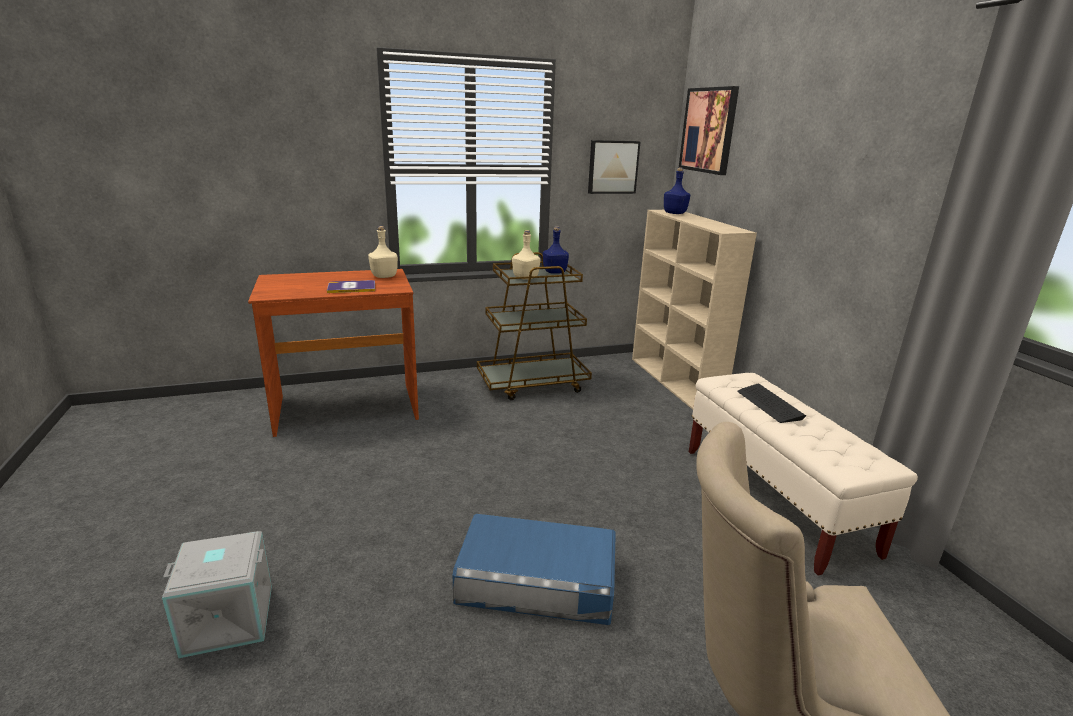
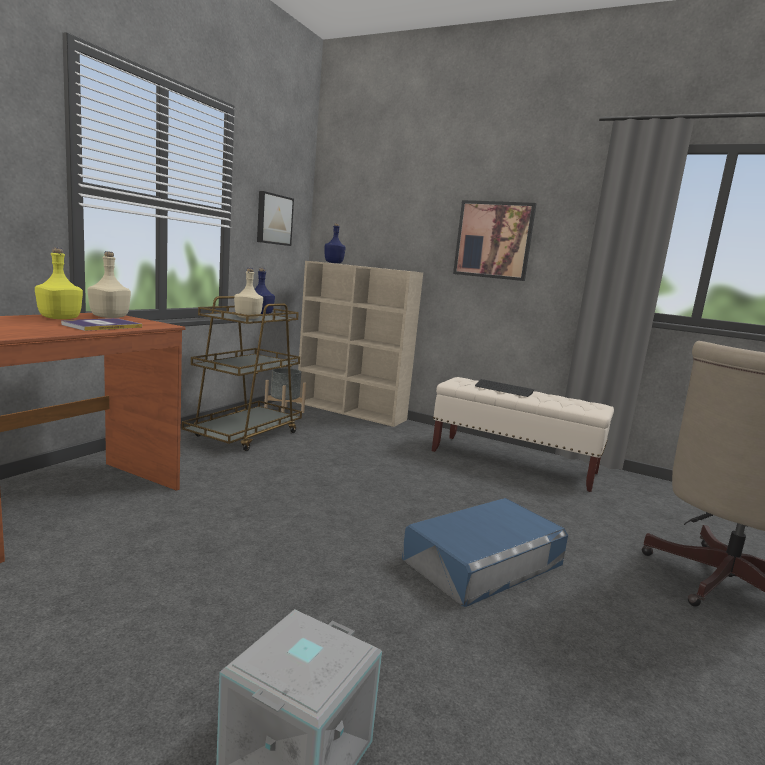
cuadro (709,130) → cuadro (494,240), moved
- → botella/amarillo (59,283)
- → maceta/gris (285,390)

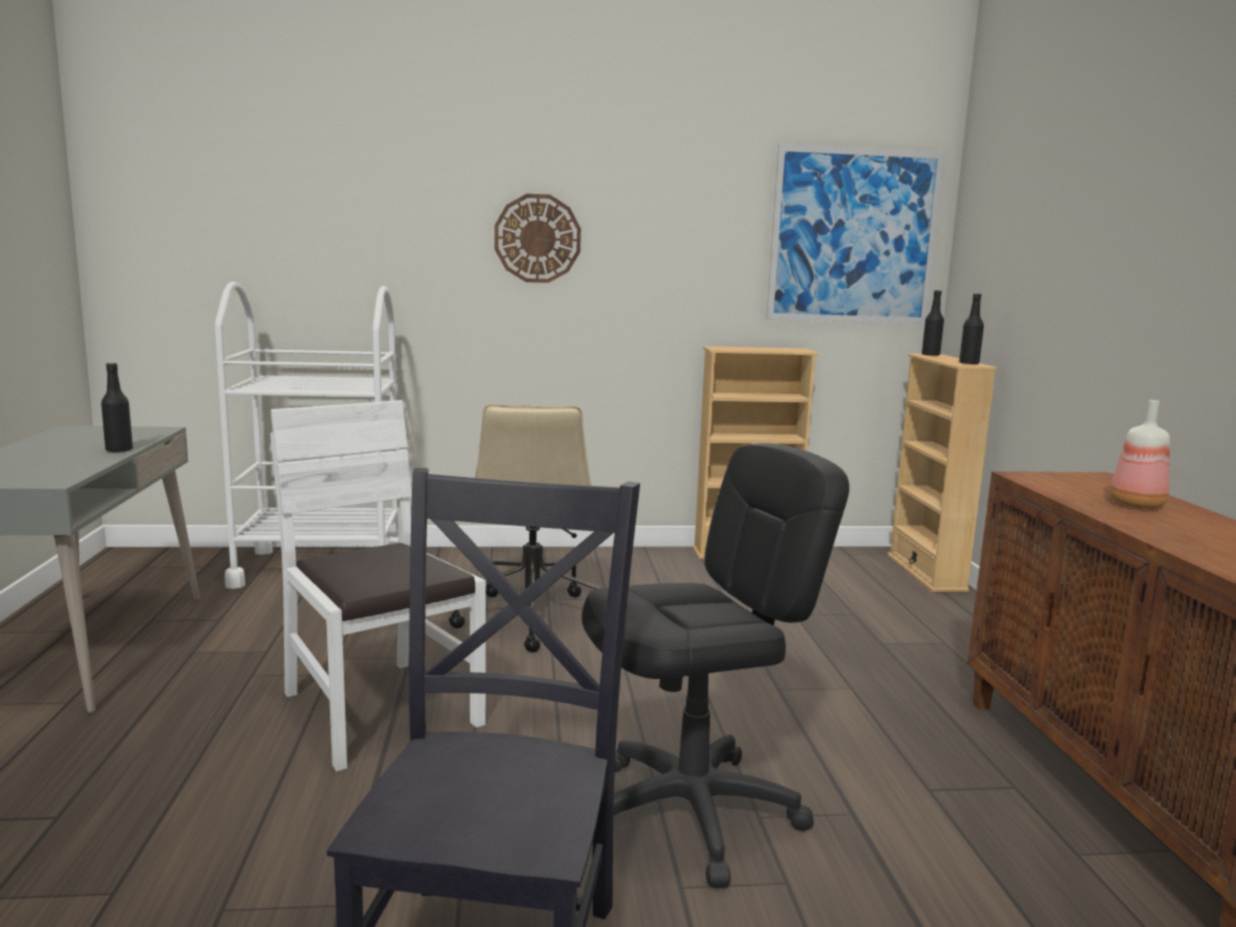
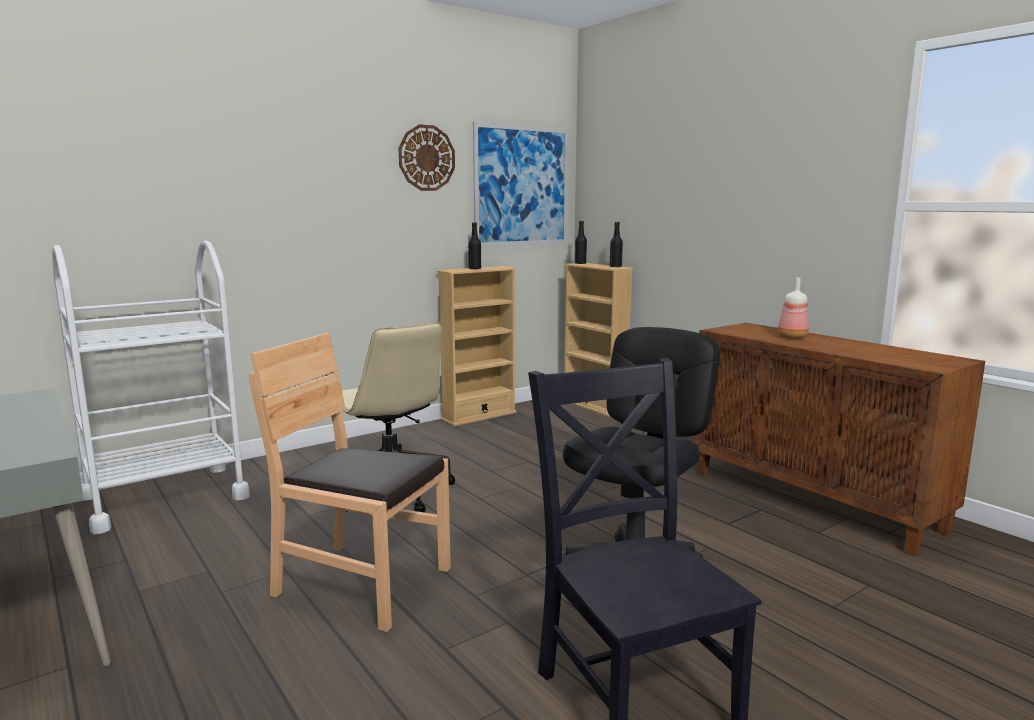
reloj de pared (537,238) → reloj de pared (427,157), moved
botella/negro (117,407) → botella/negro (474,245), moved
silla/blanco (378,586) → silla/marrón (350,482)

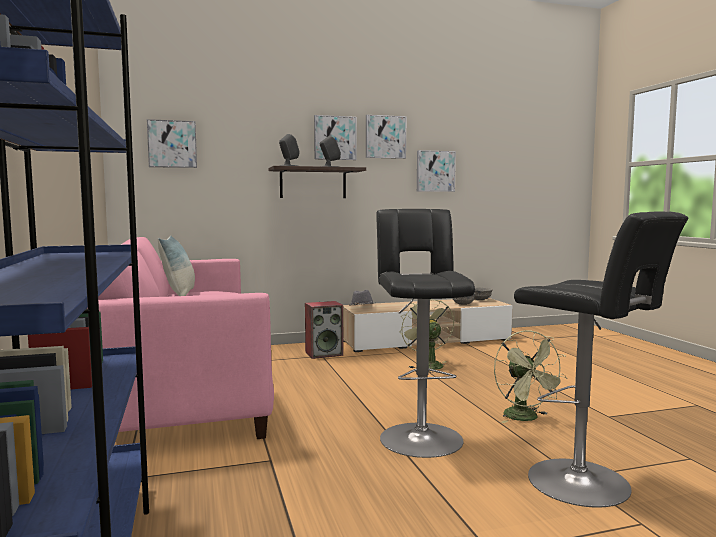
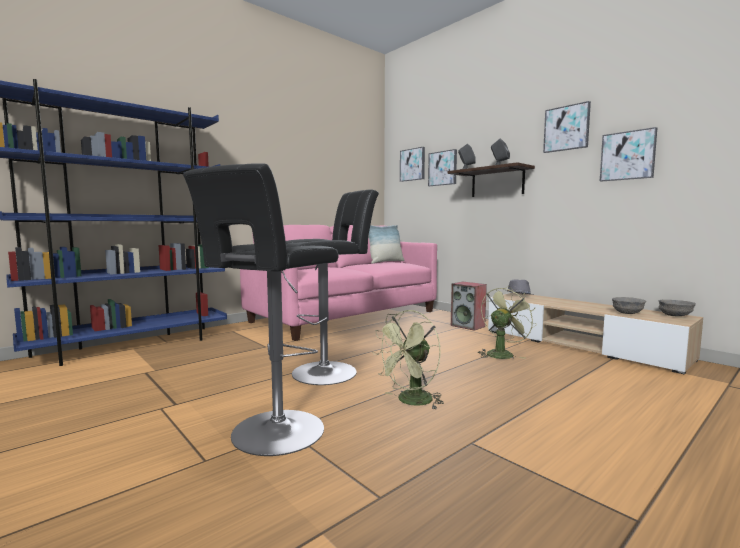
cuadro (335,137) → cuadro (442,167), moved

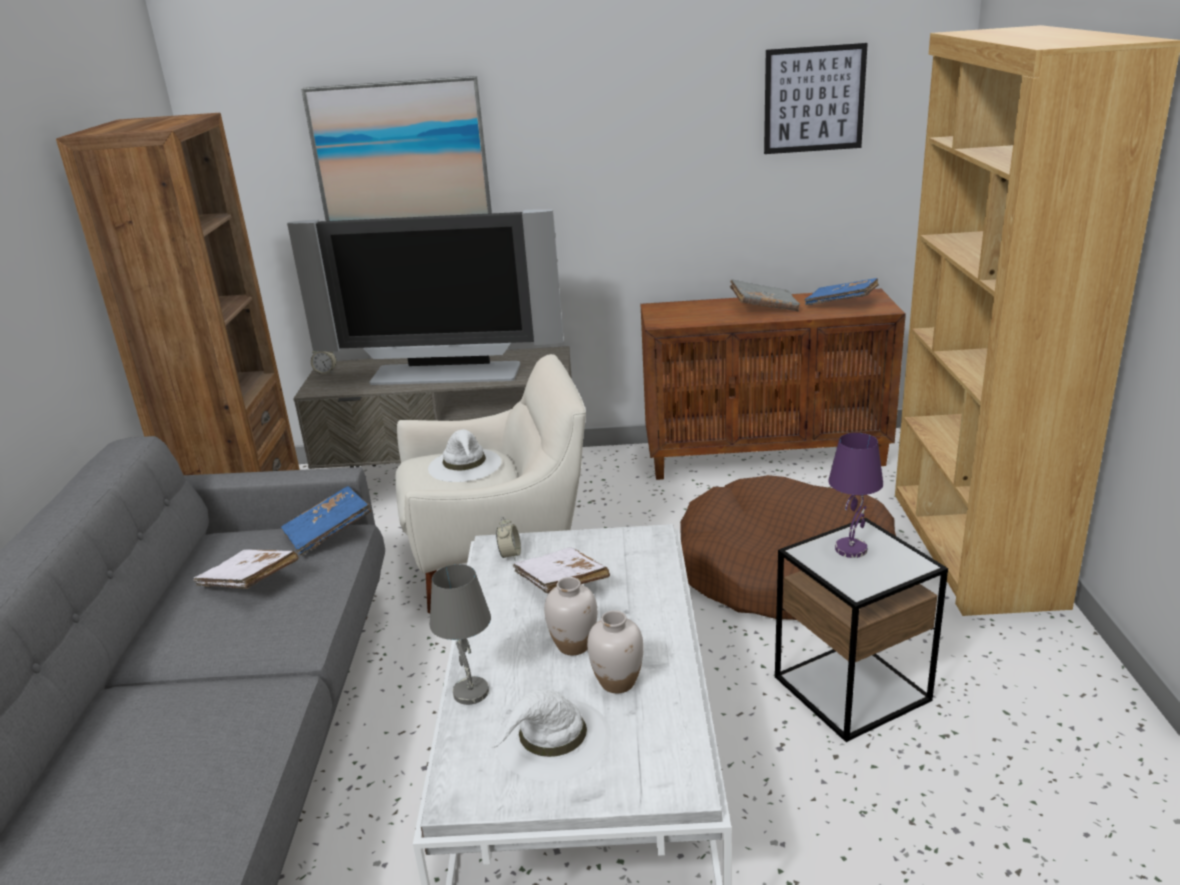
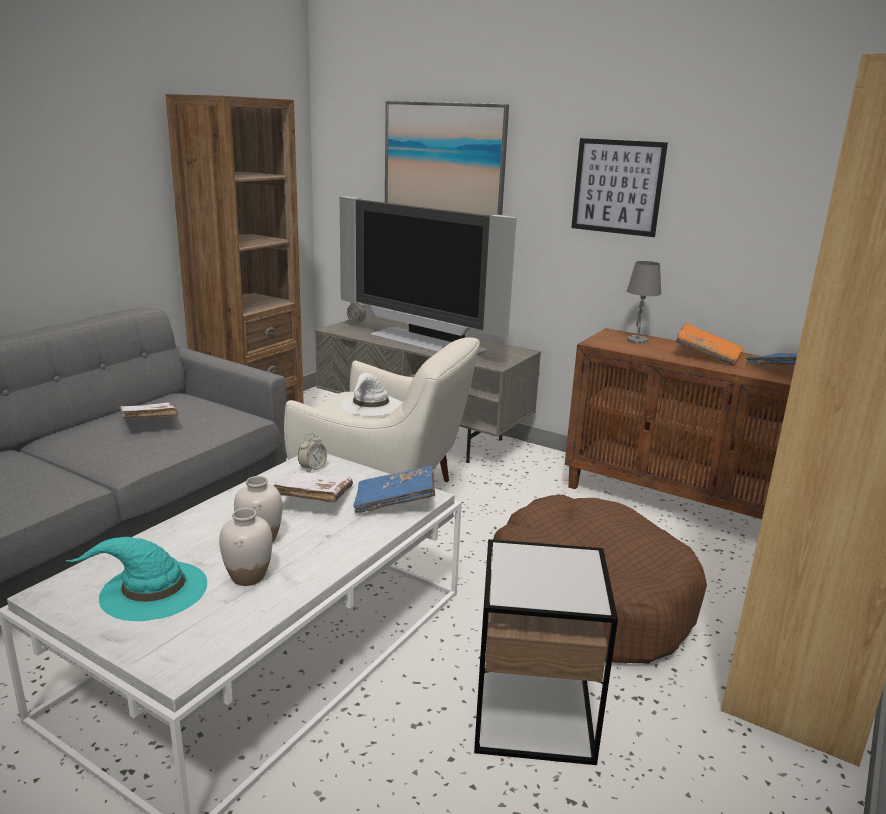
cuadro (816,98) → cuadro (619,187), moved
libro/gris (765,295) → libro/naranja (709,344)
lámpara de mesa/morado (855,495) → -
libro/azul (326,521) → libro/azul (394,489), moved
lámpara de mesa/gris (460,634) → lámpara de mesa/gris (644,302), moved
sombrero/blanco (551,735) → sombrero/turquesa (136,579)

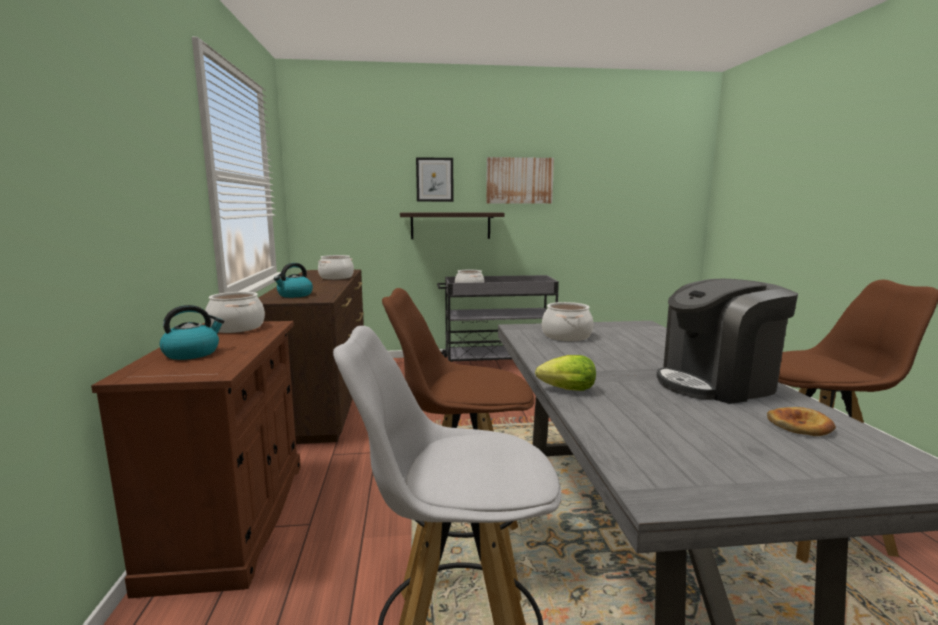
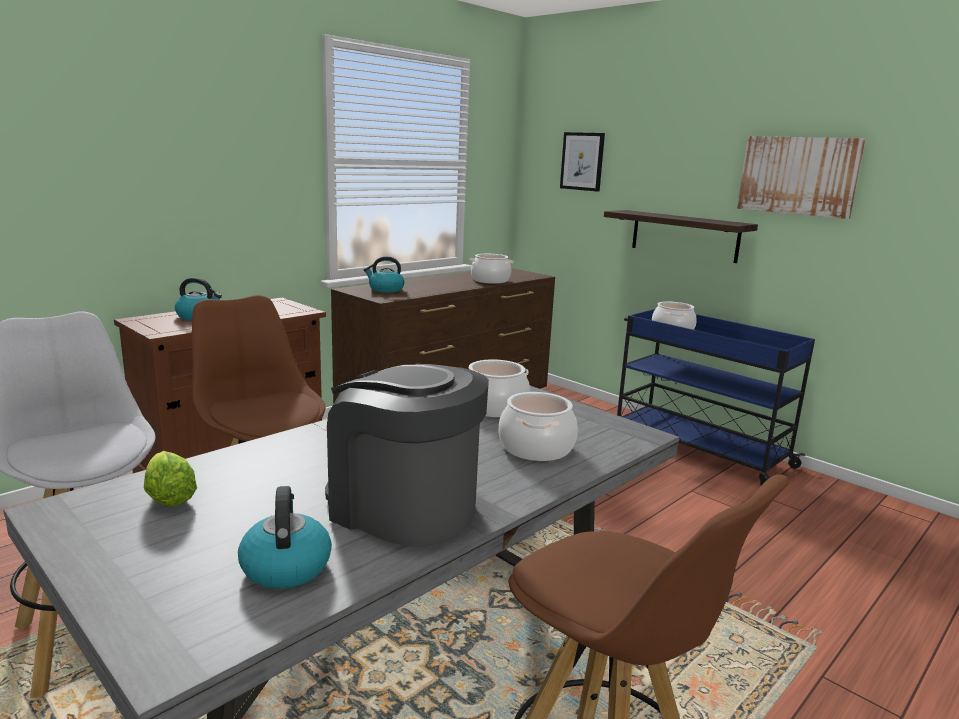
cuadro (435,179) → cuadro (582,162), moved
carrito/gris (498,318) → carrito/azul (716,397)
olla (235,312) → olla (538,426), moved
lechuga (565,373) → lechuga (170,478), moved
pan (801,421) → hervidor (285,537)

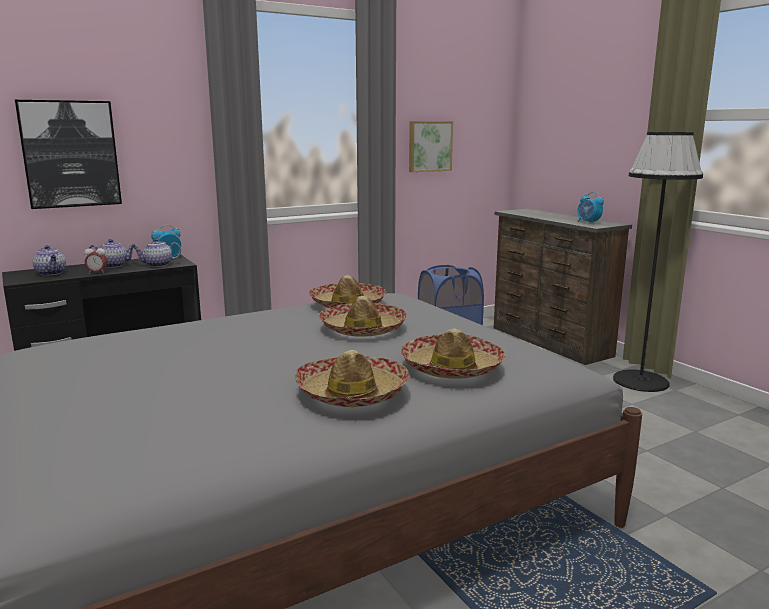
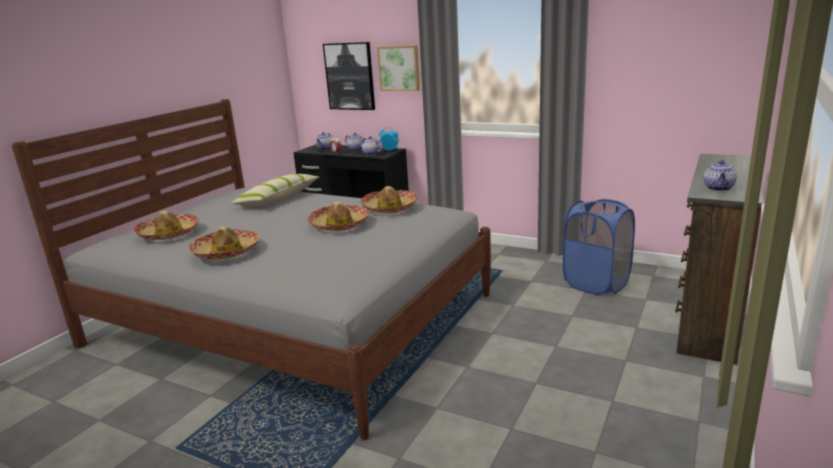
cuadro (431,146) → cuadro (398,68), moved
lámpara de pie/negro (658,262) → -
despertador (590,208) → tetera (720,175)
sombrero (453,353) → sombrero (166,225), moved
- → cojín (275,190)

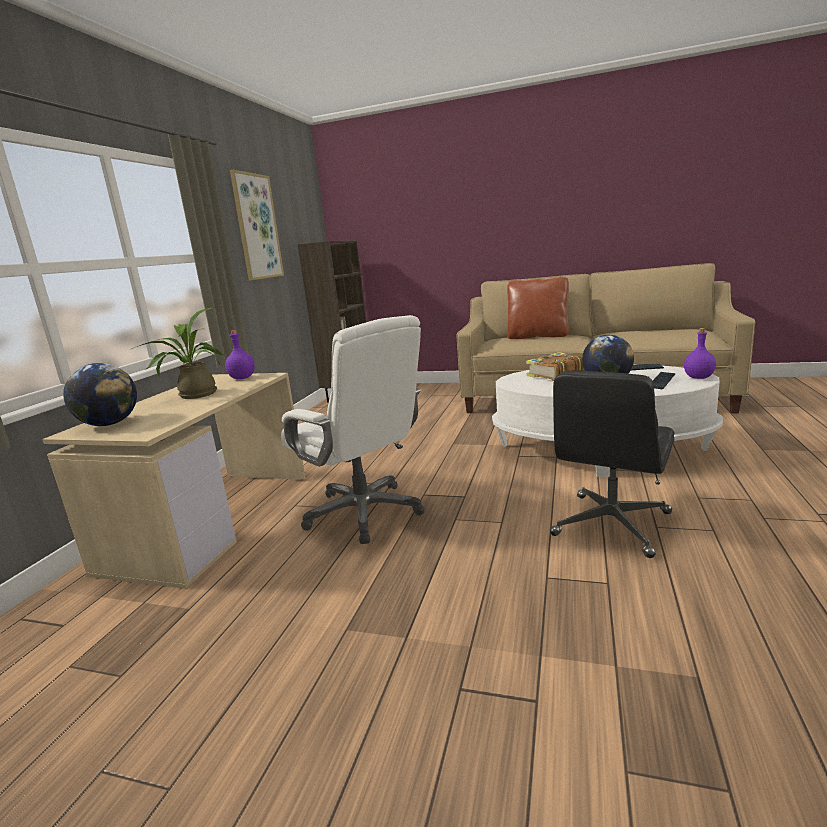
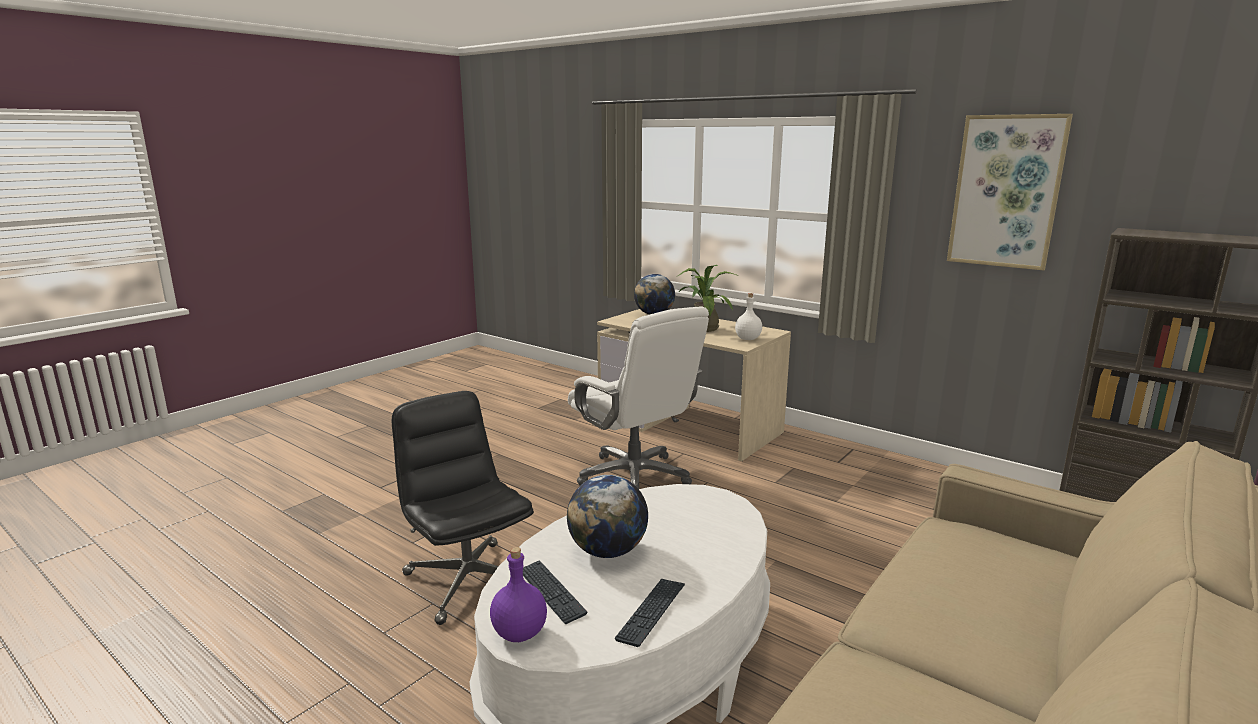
cojín/marrón (538,308) → -
silla de oficina/blanco (353,429) → silla de oficina/blanco (638,398), 105 degrees counterclockwise
botella/morado (240,354) → botella/blanco (748,316)
libro (555,366) → -

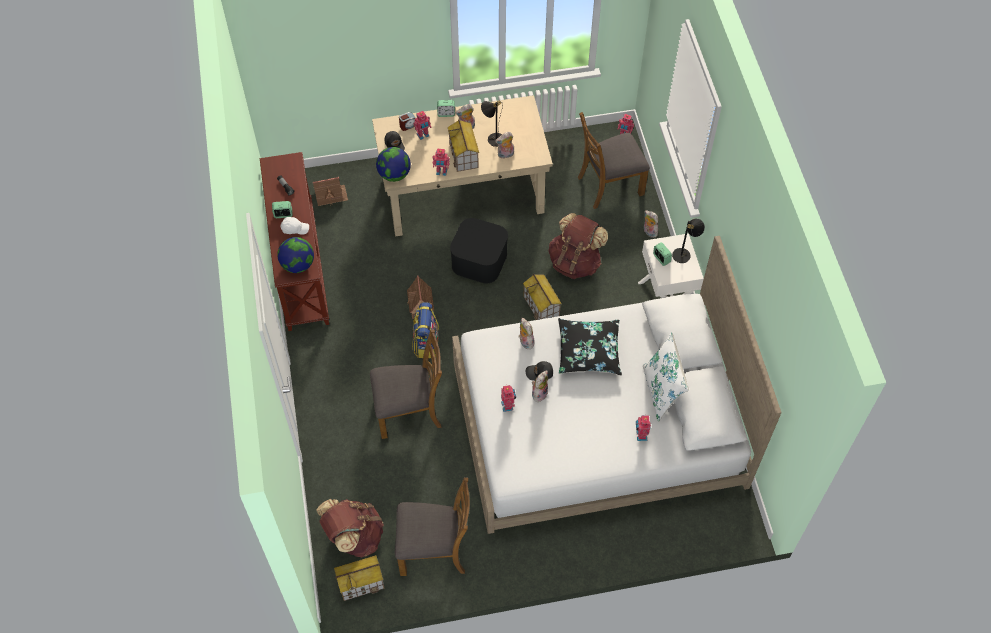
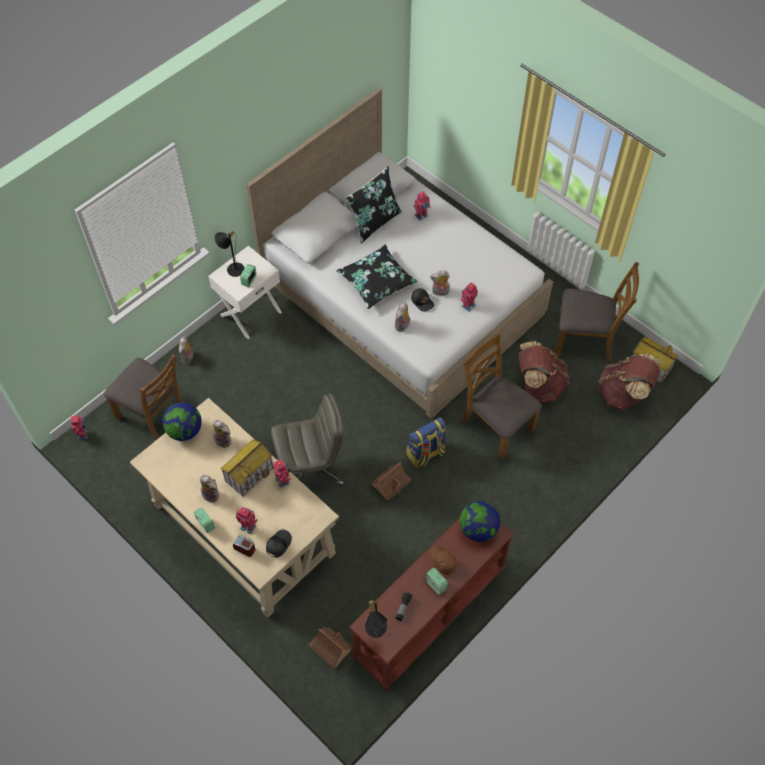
lámpara de mesa/negro (492,124) → lámpara de mesa/negro (376,618), moved
globo terráqueo (393,164) → globo terráqueo (182,421), moved
mochila/marrón (578,246) → mochila/marrón (544,372), moved
gorra/blanco (294,226) → gorra/marrón (443,560)
caja de almacenaje/negro (479,250) → silla de oficina/gris (307,439)
casita (542,297) → -
cojín/blanco (666,376) → cojín/negro (374,204)
silla/marrón (432,526) → silla/marrón (597,311), 135 degrees clockwise

